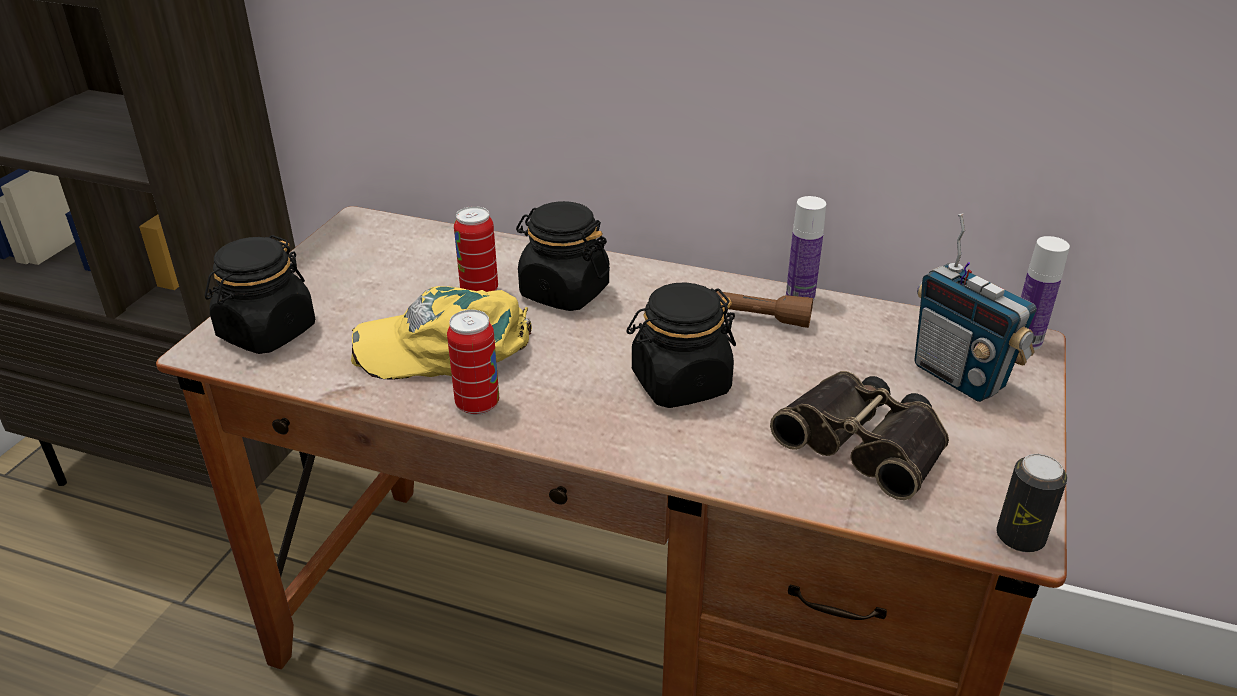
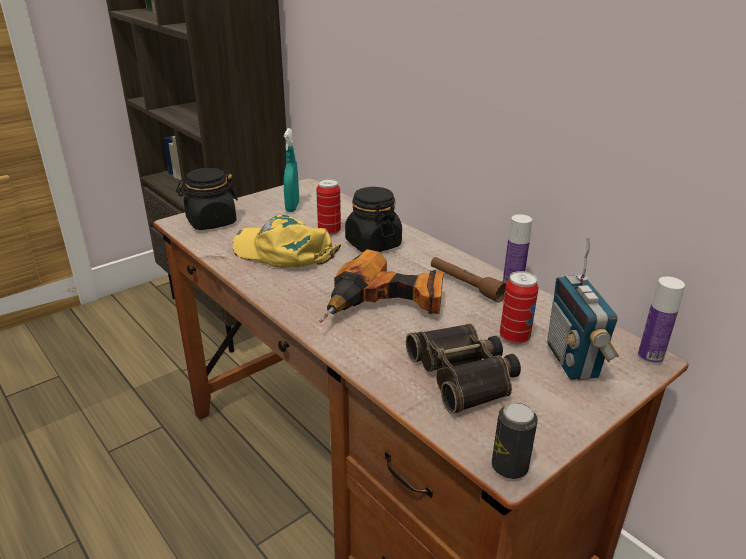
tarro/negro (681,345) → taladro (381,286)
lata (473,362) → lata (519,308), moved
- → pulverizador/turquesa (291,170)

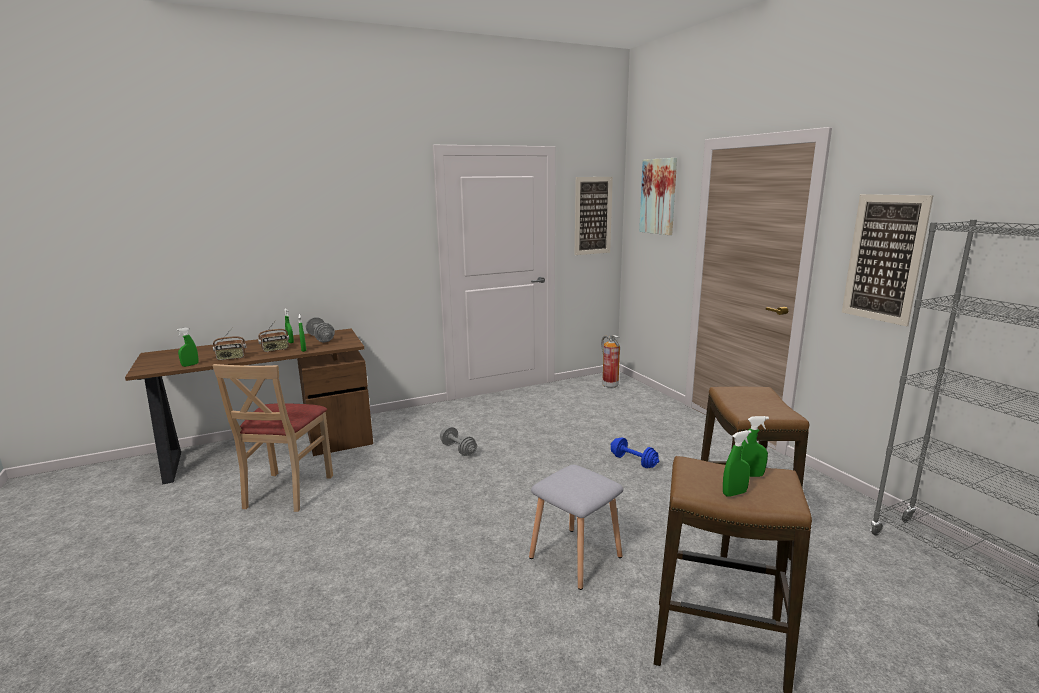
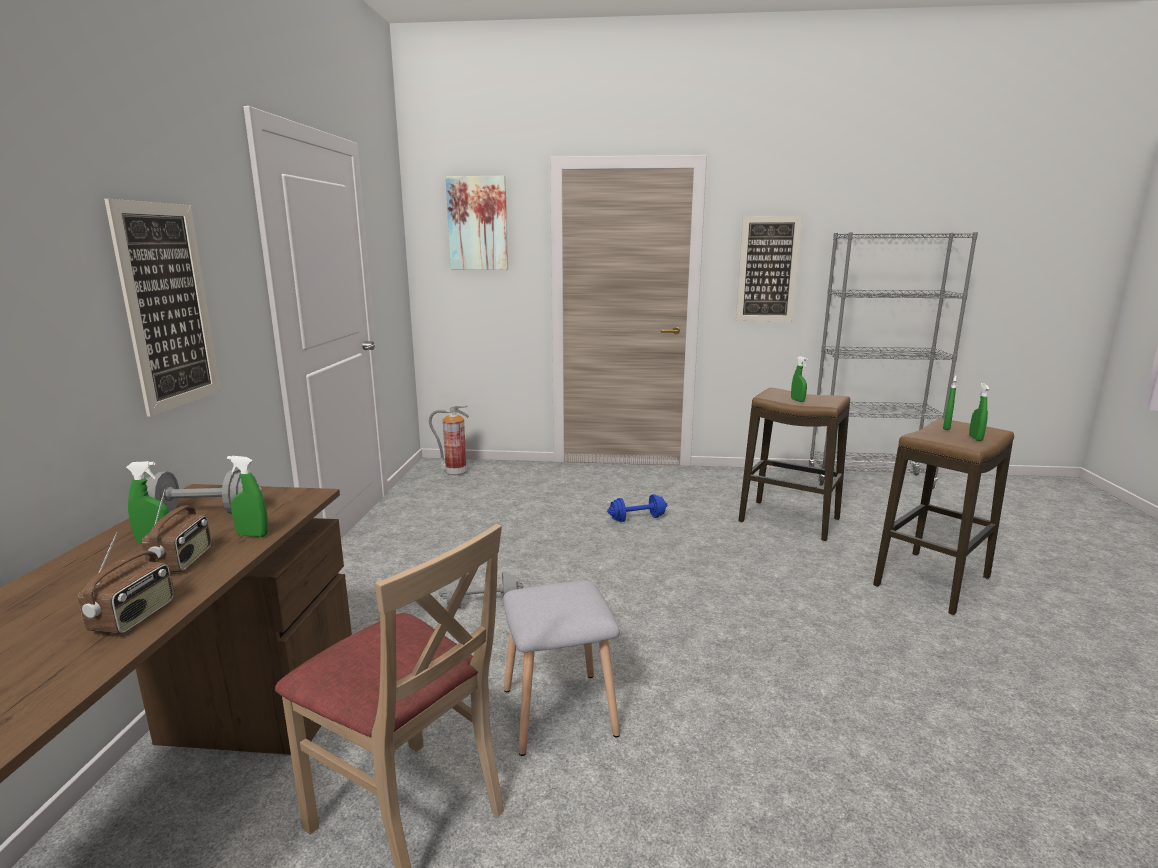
cuadro (594,216) → cuadro (162,308), moved
pulverizador/verde (187,347) → pulverizador/verde (799,379), moved
taburete/gris (576,527) → taburete/gris (561,668), moved

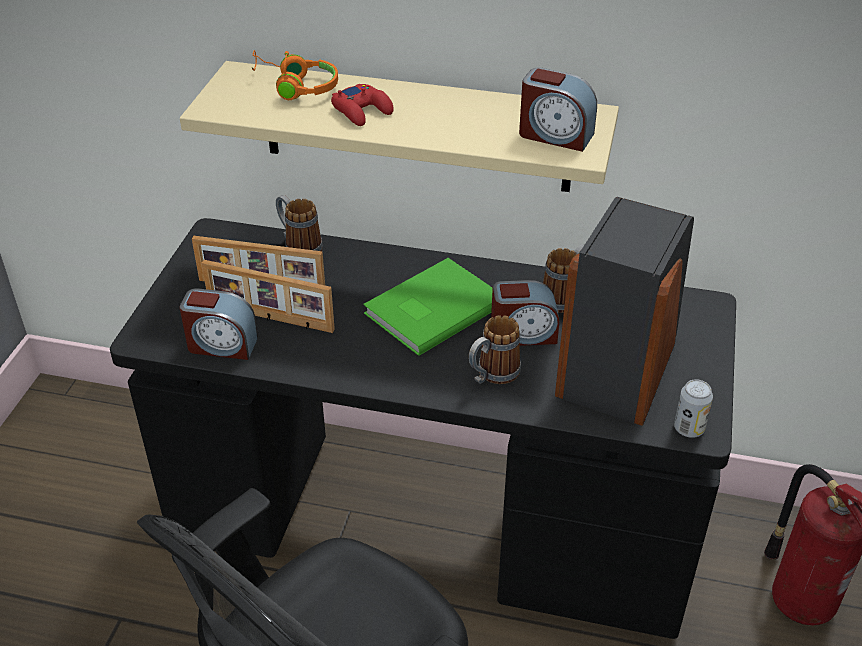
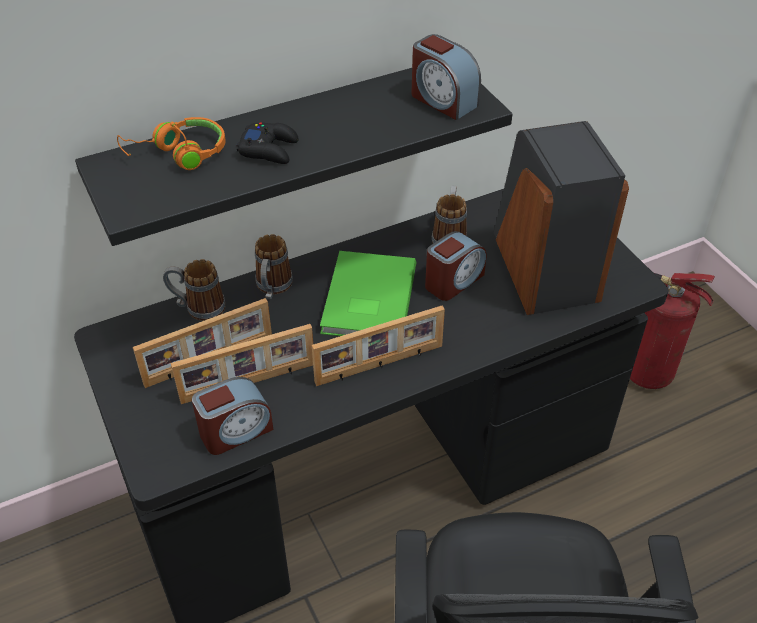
estante/beis (399,126) → estante/negro (293,157)
despertador (558,109) → despertador (446,77), 60 degrees clockwise
mando de consola/rojo (362,105) → mando de consola/negro (267,143)
taza grande (495,349) → taza grande (274,266), moved
lata (693,408) → -
- → portarretratos (378,346)

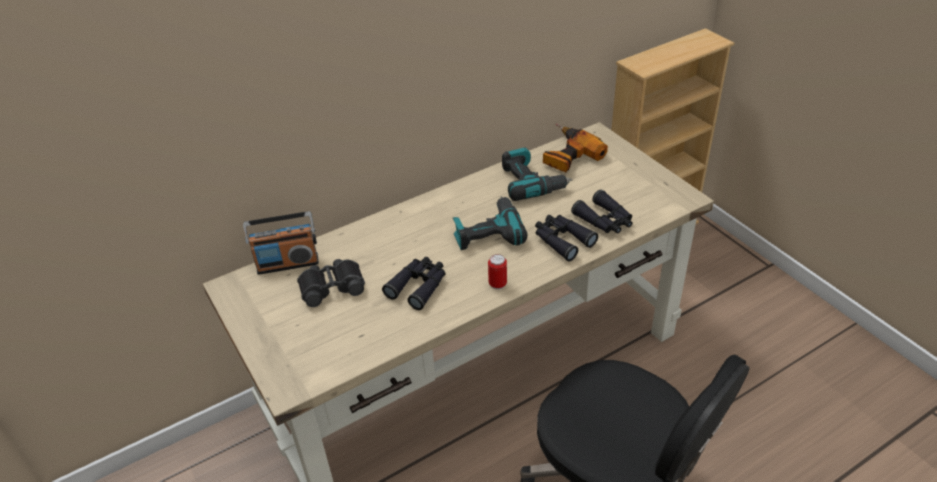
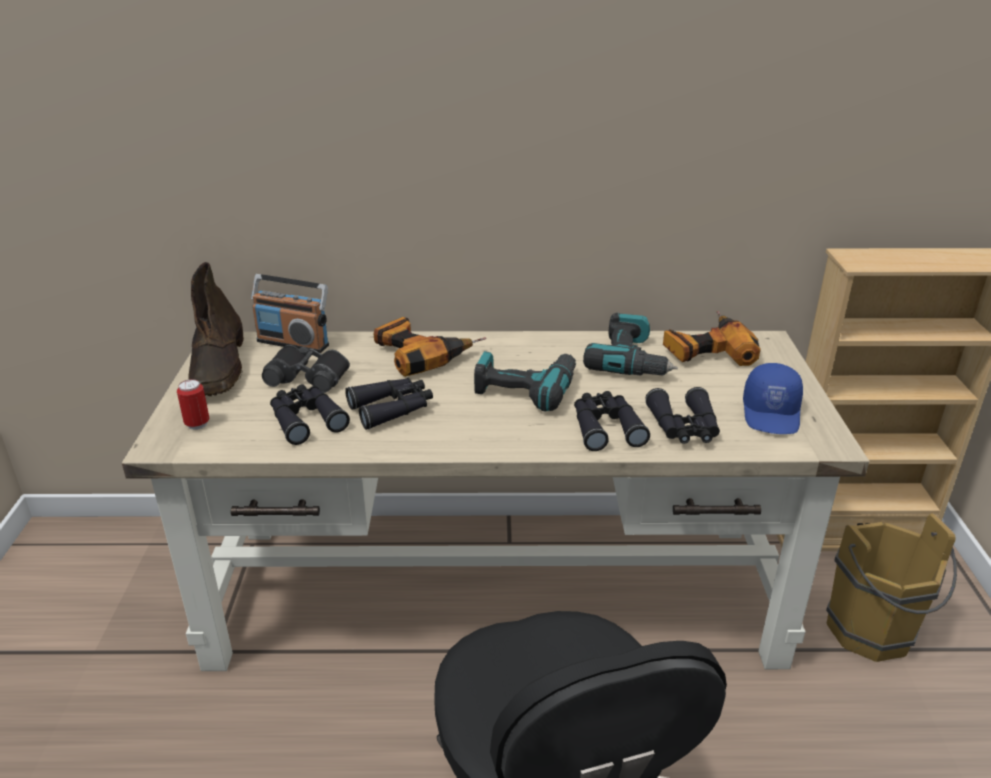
lata (497,272) → lata (193,404), moved
- → bota/marrón (216,329)
- → taladro (430,347)
- → gorra/azul (773,398)
- → prismáticos/negro (310,414)
- → cubo/marrón (891,587)

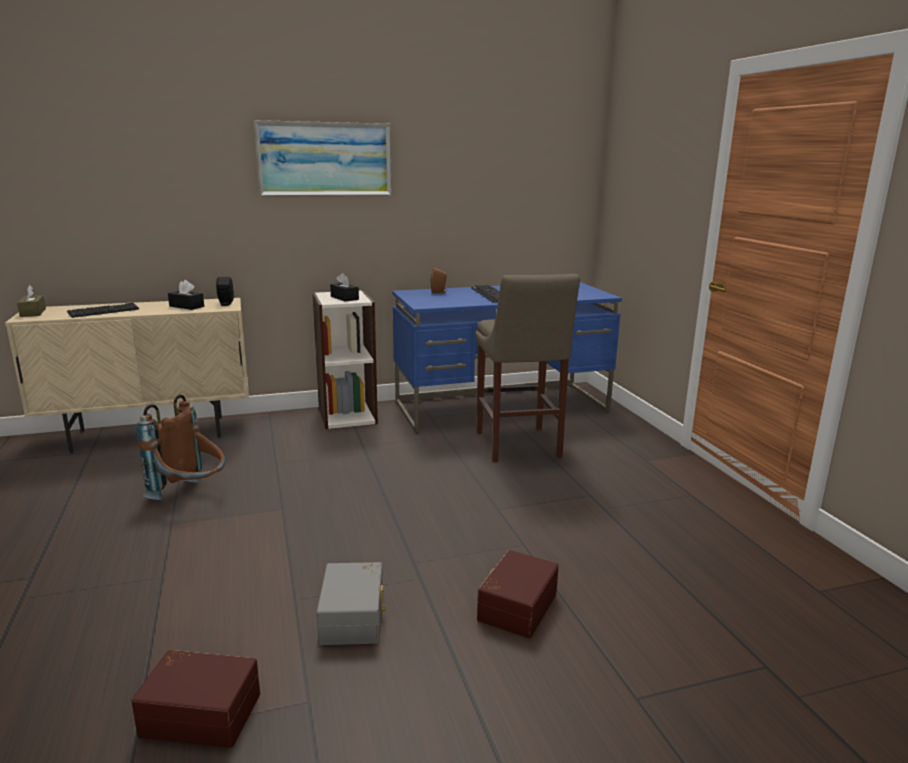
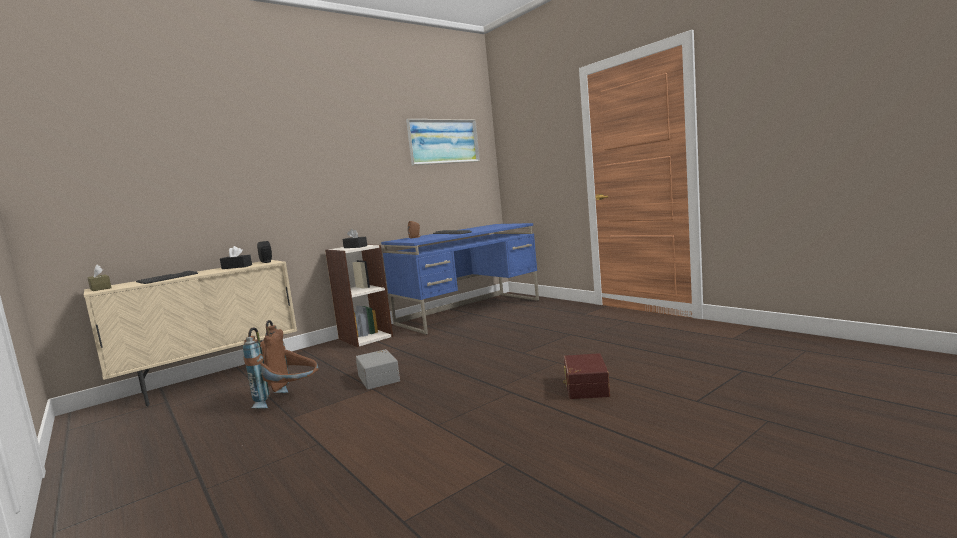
cuadro (323,158) → cuadro (443,142), moved
taburete/beis (527,368) → -
caja de almacenaje/gris (351,603) → caja de almacenaje/gris (378,369), moved
caja de almacenaje/marrón (195,699) → -

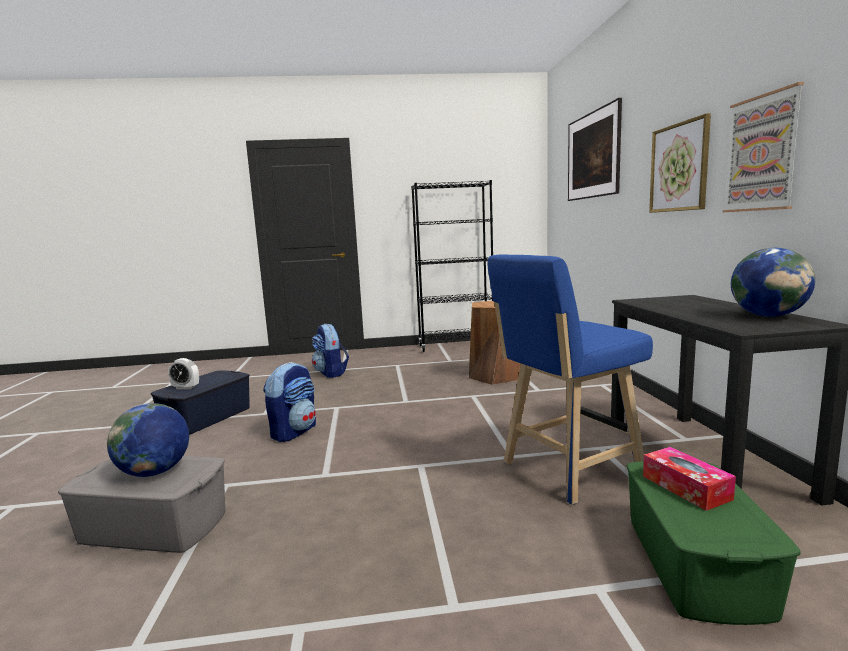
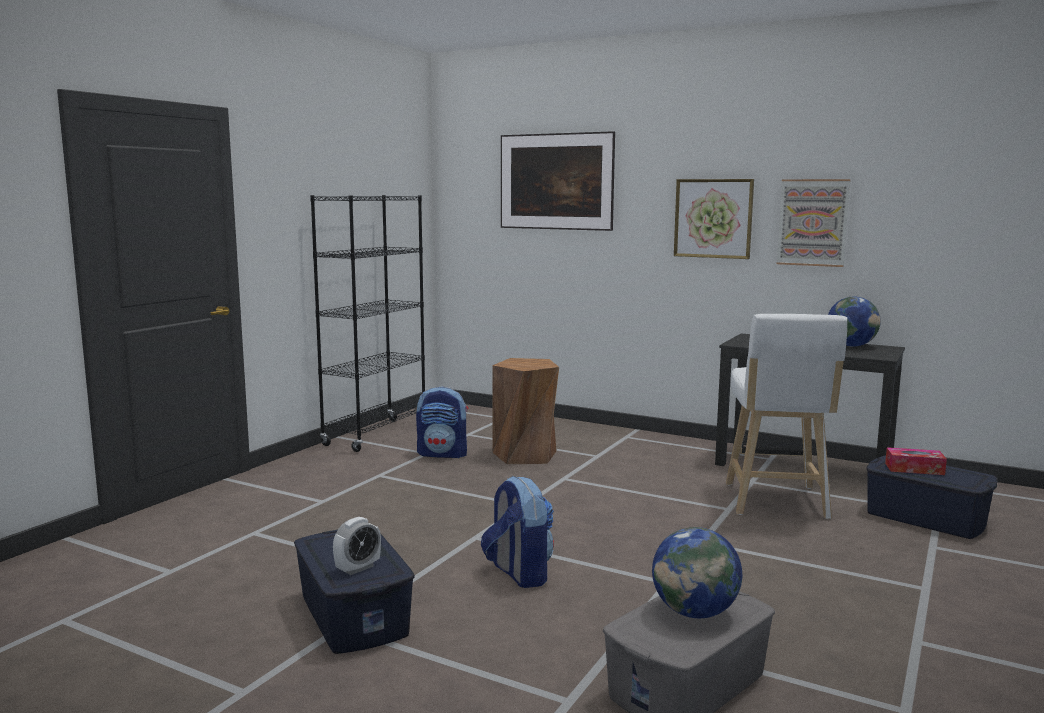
taburete/azul (570,380) → taburete/blanco (786,416)
mochila (330,351) → mochila (442,422), moved
caja de almacenaje/verde (713,543) → caja de almacenaje/azul (932,497)

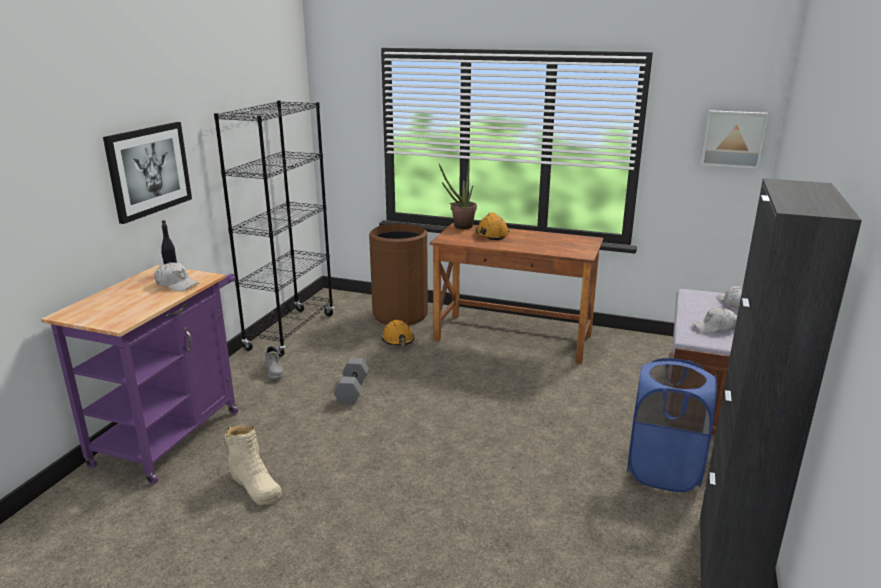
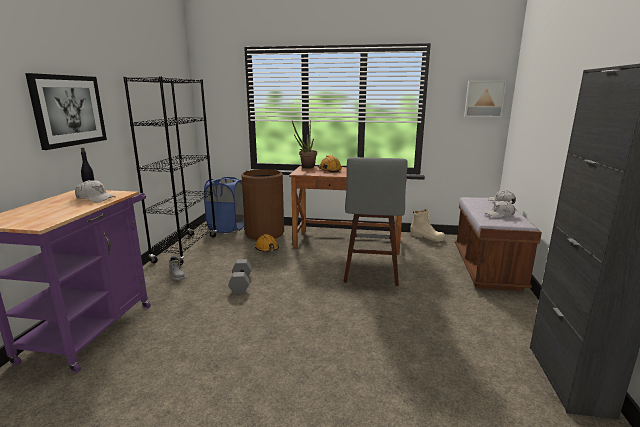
cesto de la ropa/azul (672,425) → cesto de la ropa/azul (224,205), moved
bota/beis (253,465) → bota/beis (427,225), moved
- → taburete/gris (376,221)

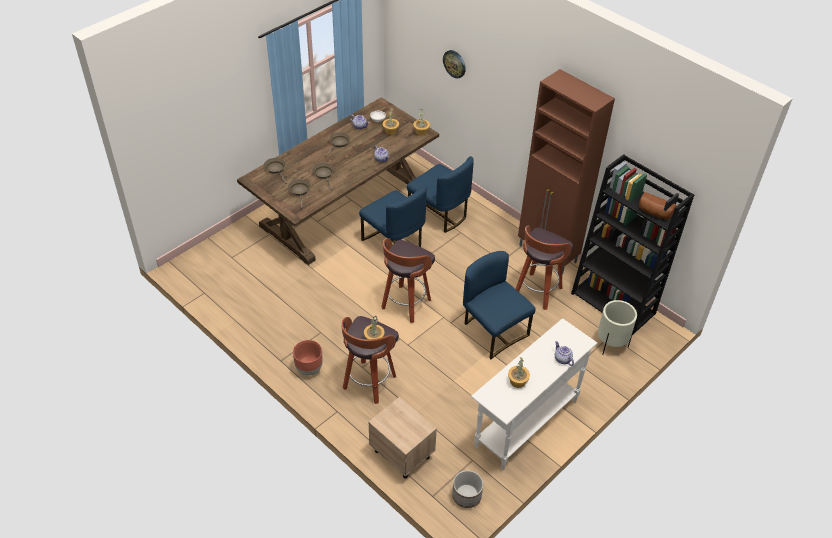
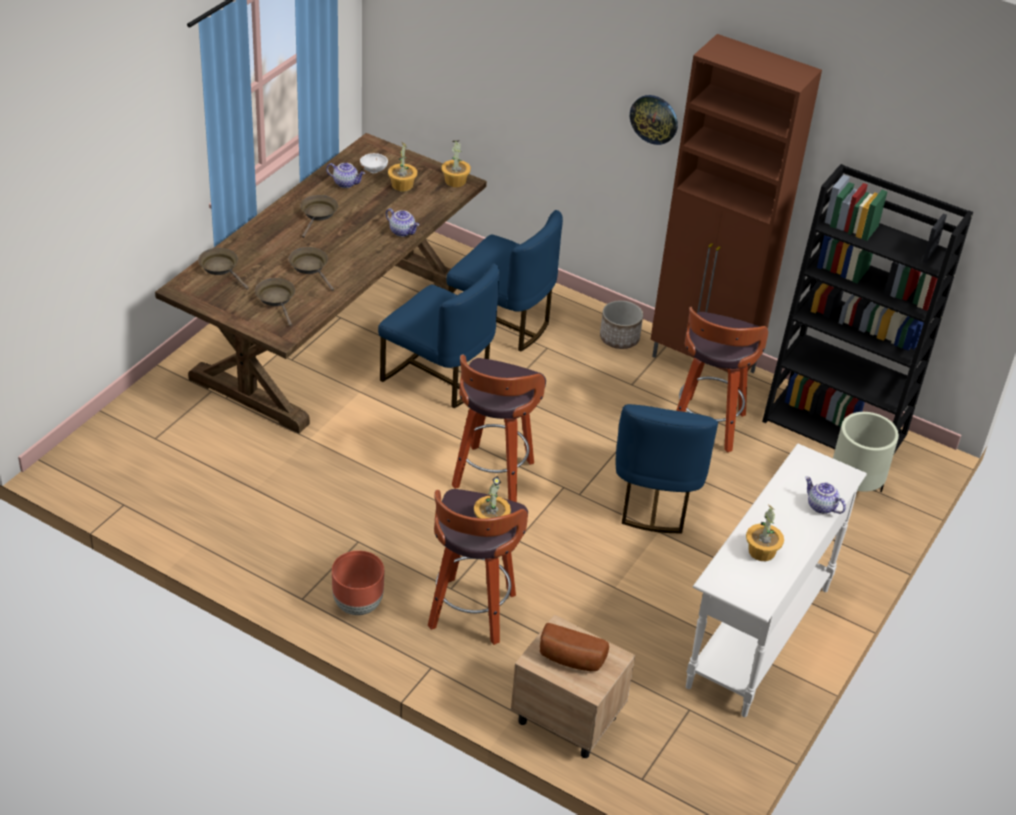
reloj de pared (454,64) → reloj de pared (654,120), moved
pan (657,206) → pan (574,647), moved
silla/azul (499,305) → silla/azul (666,468), 120 degrees counterclockwise
maceta (467,489) → maceta (621,324), moved

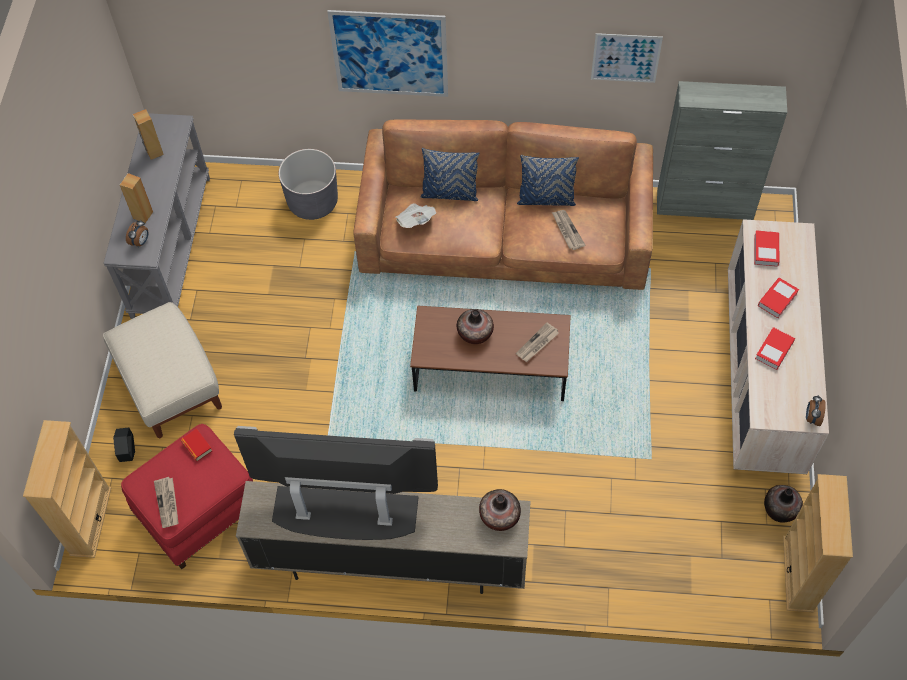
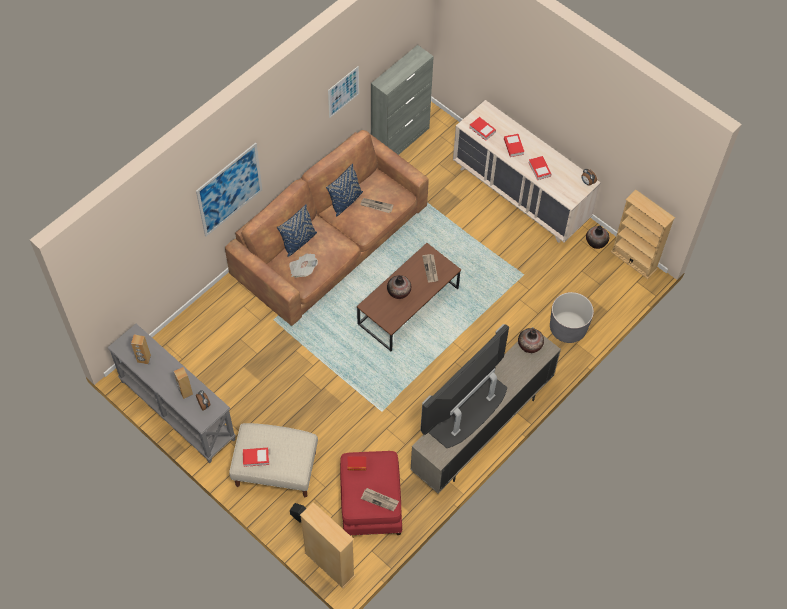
maceta/gris (308,184) → maceta/gris (572,317), moved
- → libro (256,457)

